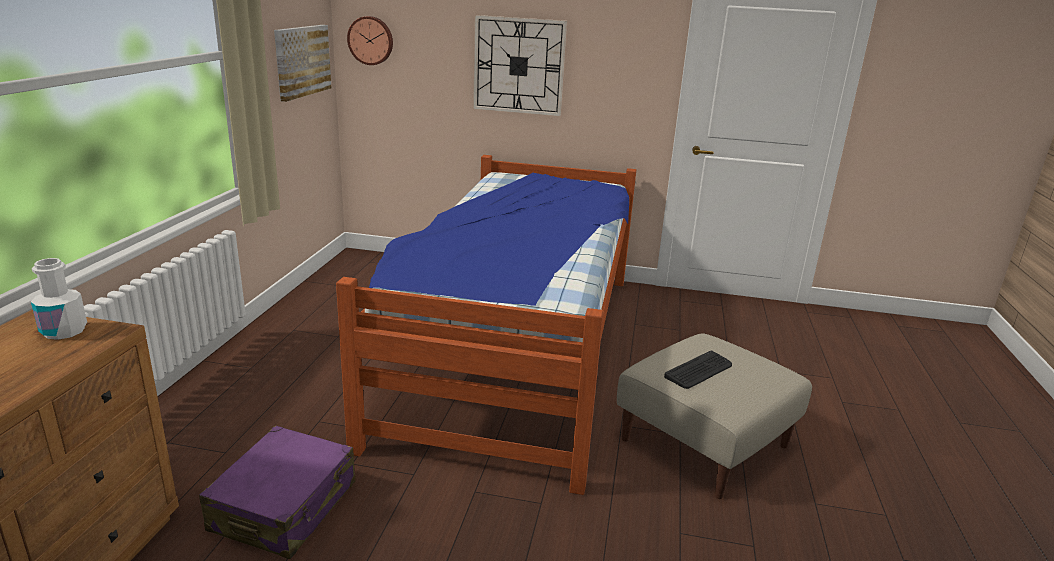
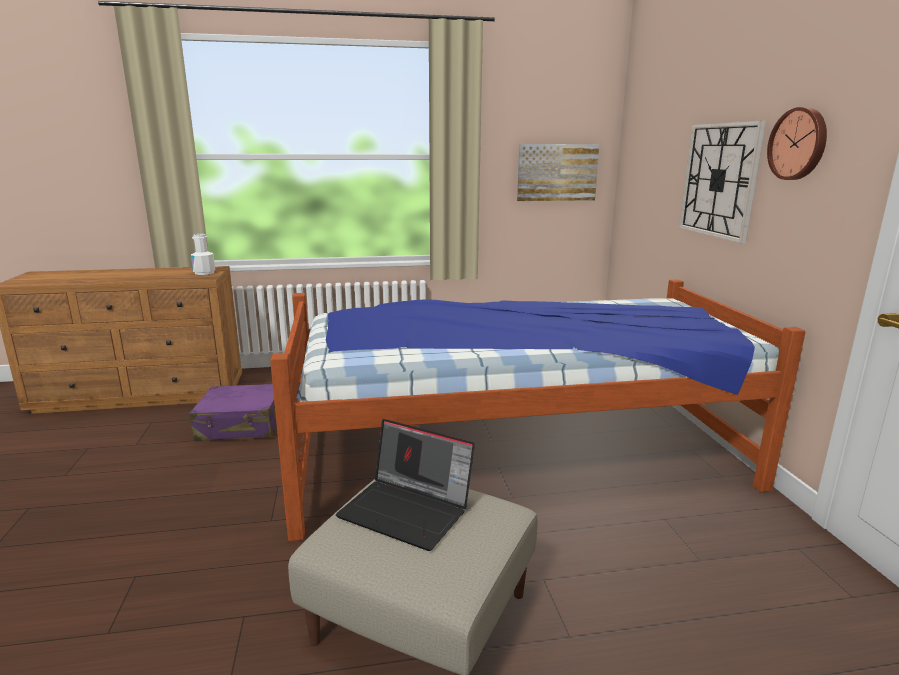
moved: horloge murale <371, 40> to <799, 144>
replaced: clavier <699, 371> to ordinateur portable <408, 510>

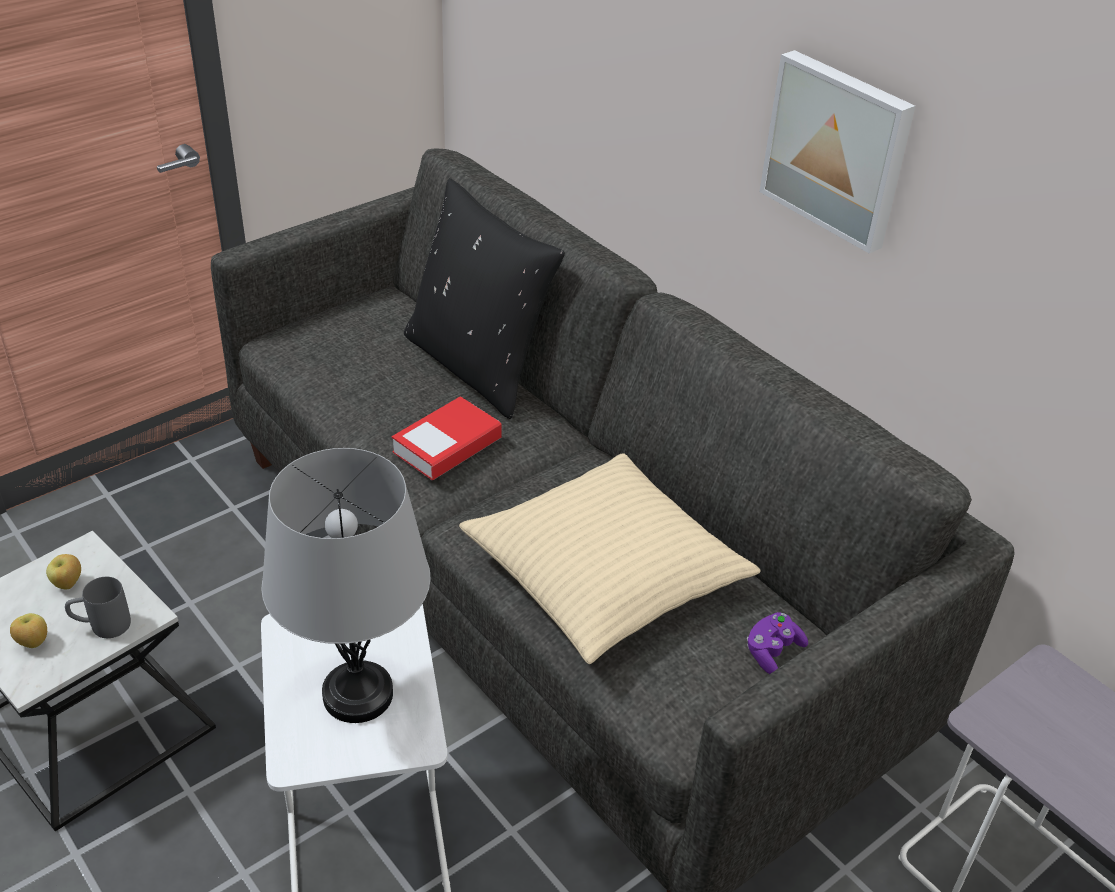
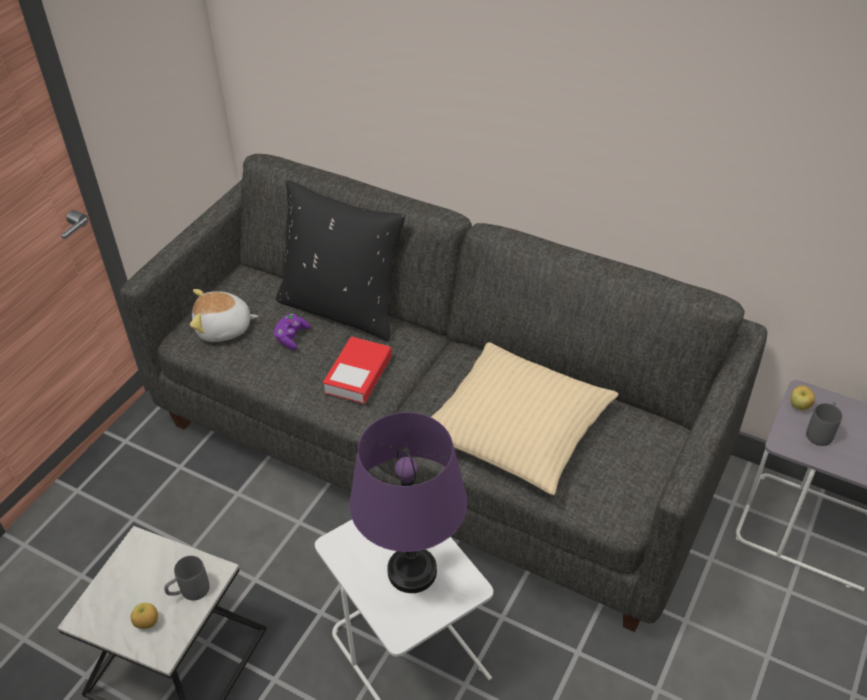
removed: tableau <838, 149>
added: peluche <224, 329>; mug [gris] <821, 432>
moved: manette [violet] <772, 652> to <291, 337>; pomme <68, 584> to <799, 406>
recoloured: lampe de table [gris] <358, 695> to lampe de table [violet] <412, 571>

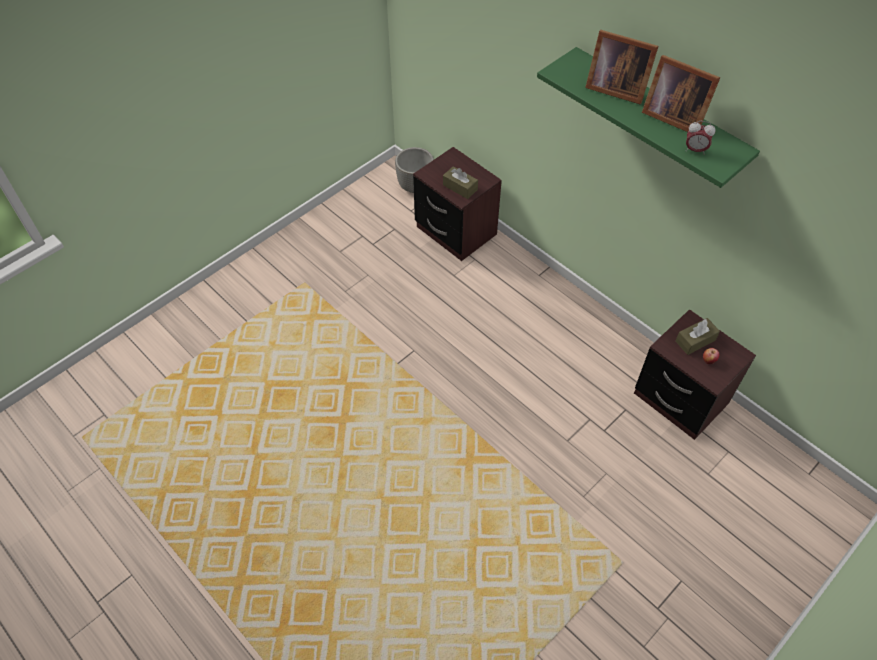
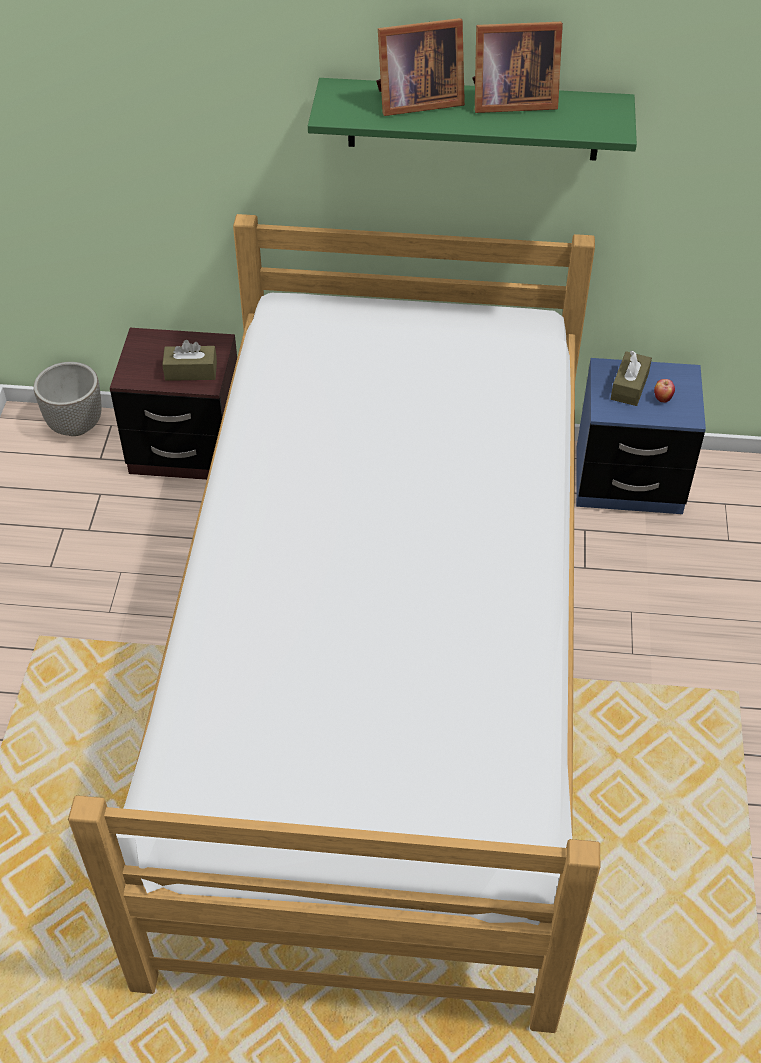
removed: réveil <695, 150>
added: lit <382, 675>
recoloured: table de chevet [marron] <680, 399> to table de chevet [bleu] <628, 481>

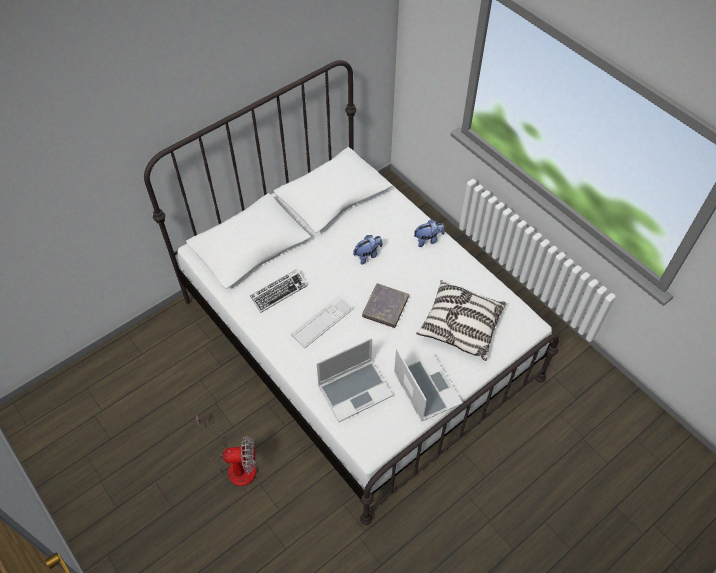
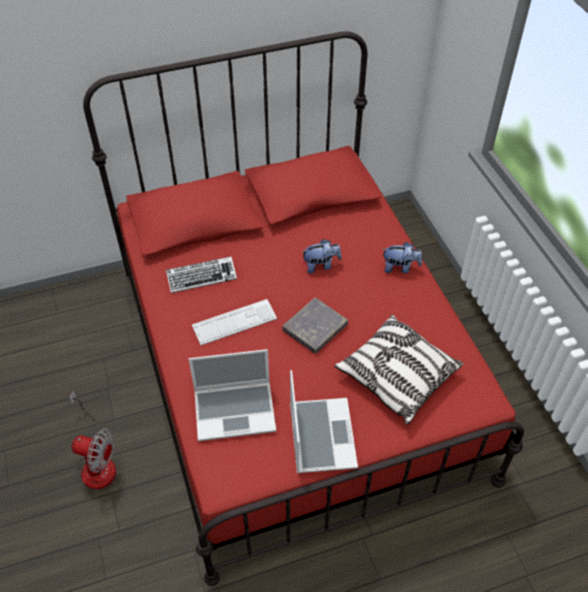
recoloured: lit [blanc] <357, 338> to lit [rouge] <294, 366>

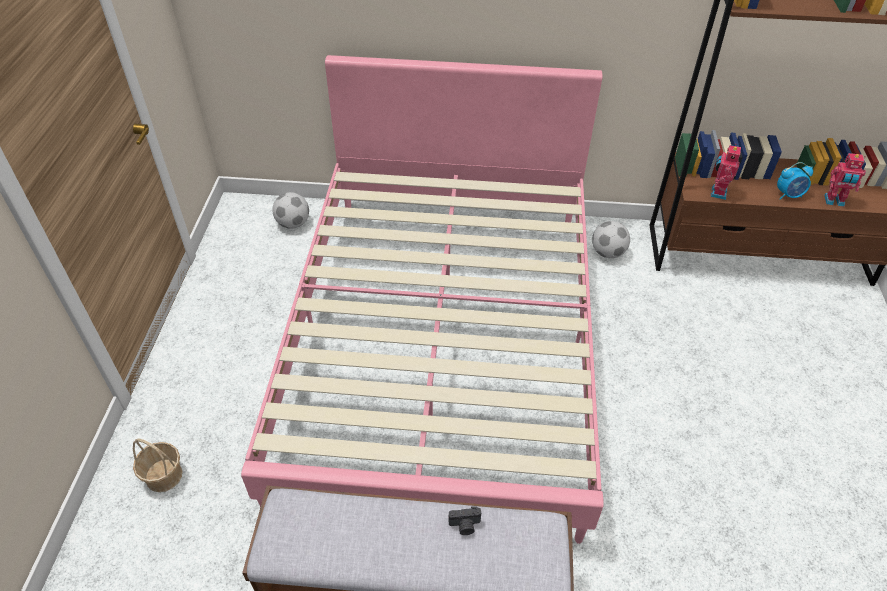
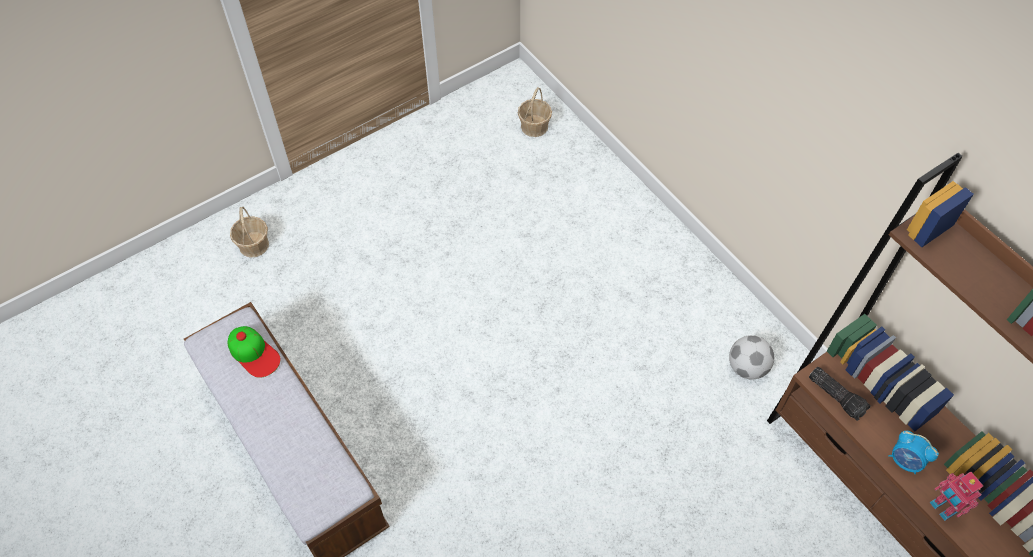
removed: lit [rose] <443, 342>; appareil photo <465, 526>
added: casquette <254, 353>
replaced: ballon de foot <293, 223> to panier <534, 126>; robot jouet <717, 192> to lampe de poche <837, 396>

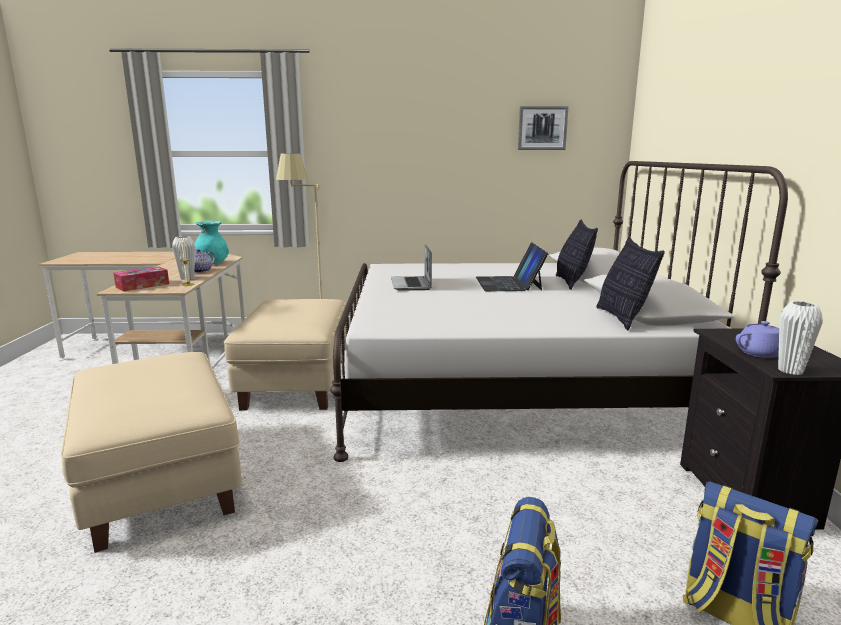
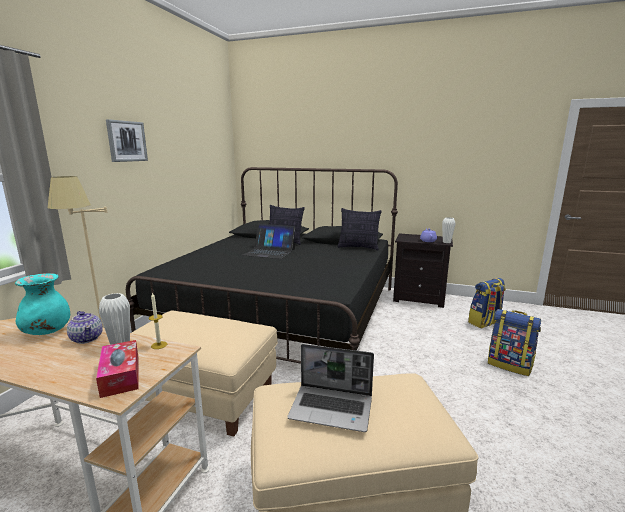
moved: tableau <542, 128> to <126, 141>; ordinateur portable <411, 284> to <332, 408>
recoloured: lit [blanc] <508, 381> to lit [noir] <283, 312>

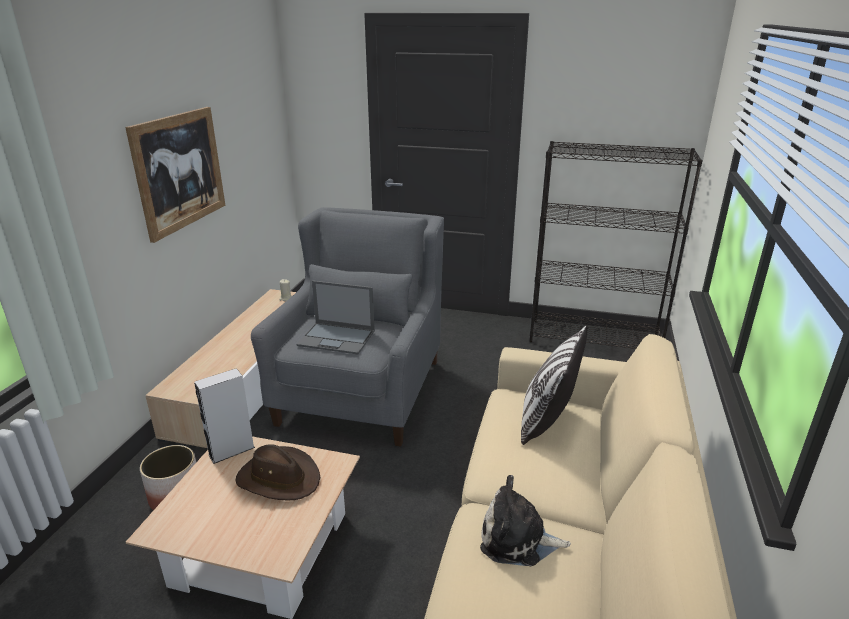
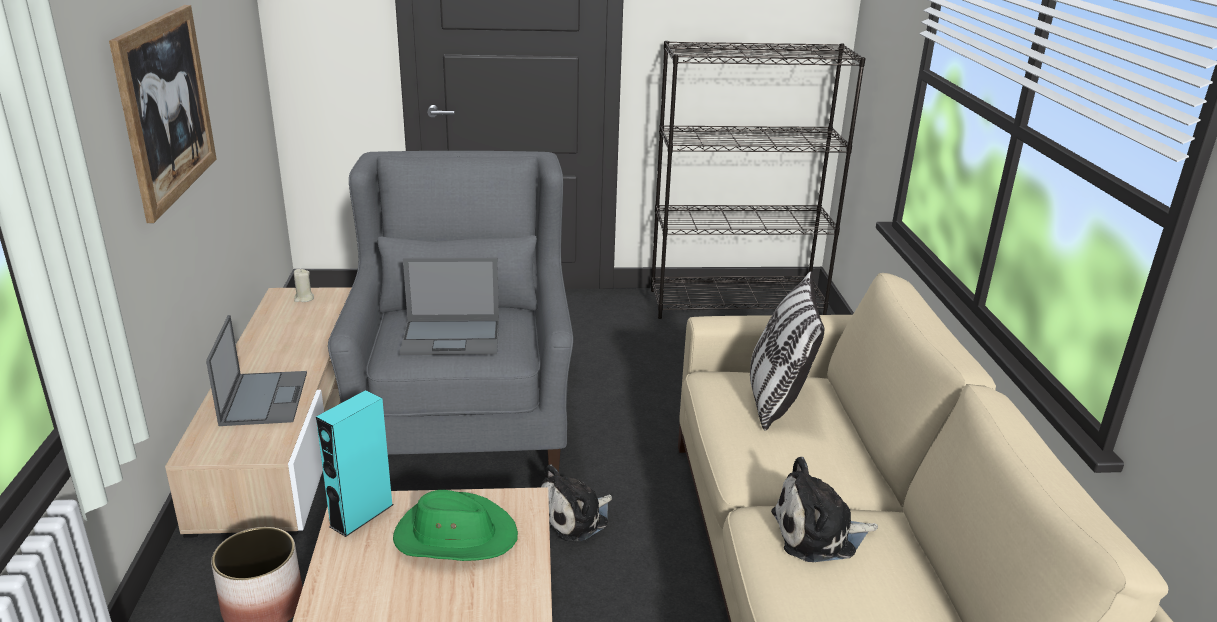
added: ordinateur portable <264, 398>; peluche <576, 517>
recoloured: enceinte [gris] <231, 451> to enceinte [turquoise] <361, 515>; chapeau [marron] <279, 478> to chapeau [vert] <455, 535>

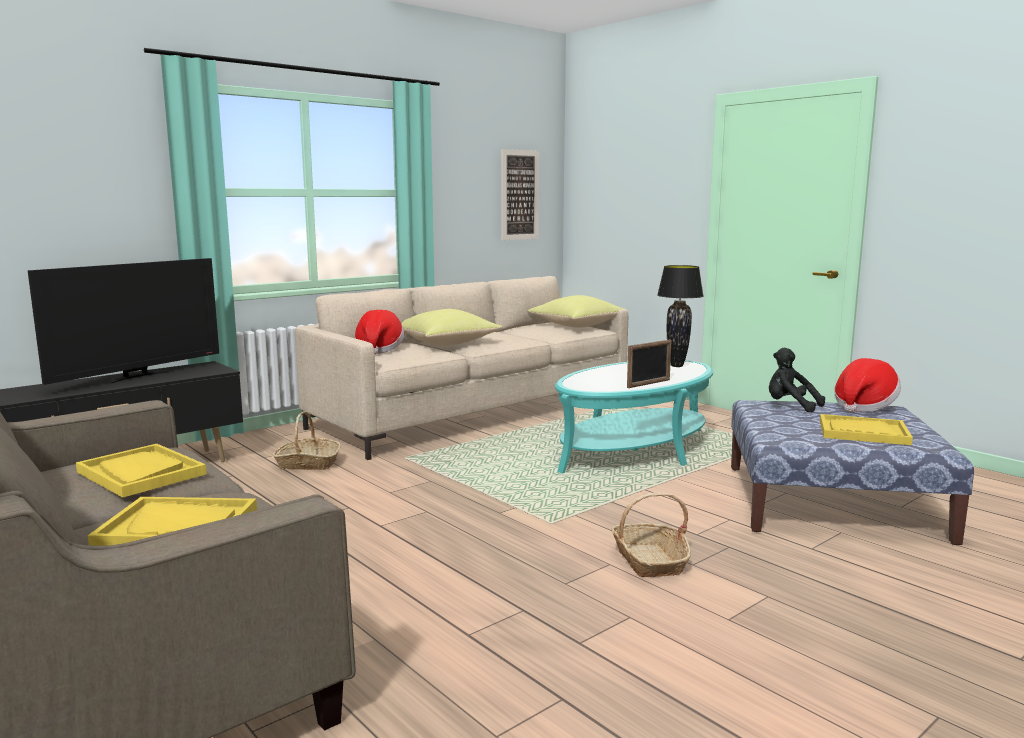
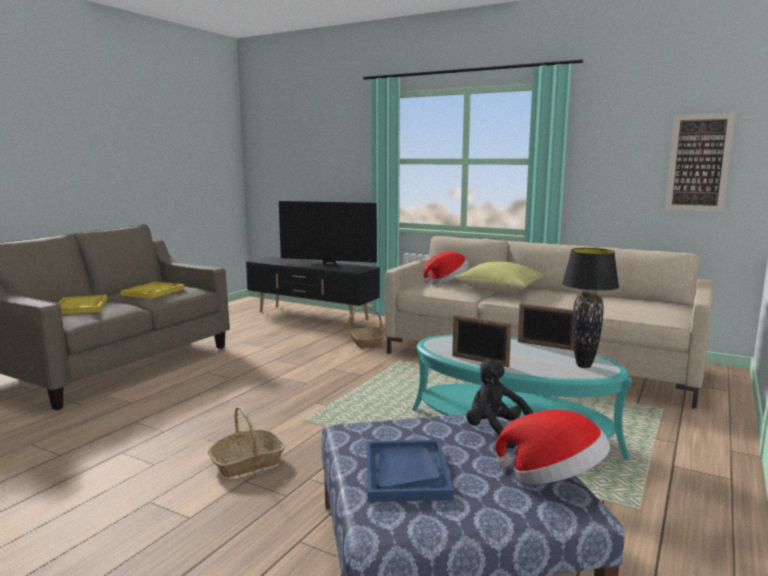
removed: coussin [jaune] <577, 326>
added: cadre photo <545, 346>
recoloured: plateau [jaune] <863, 432> to plateau [bleu] <406, 472>
turned: peluche [noir] <790, 406> = <496, 432> 60 degrees counterclockwise

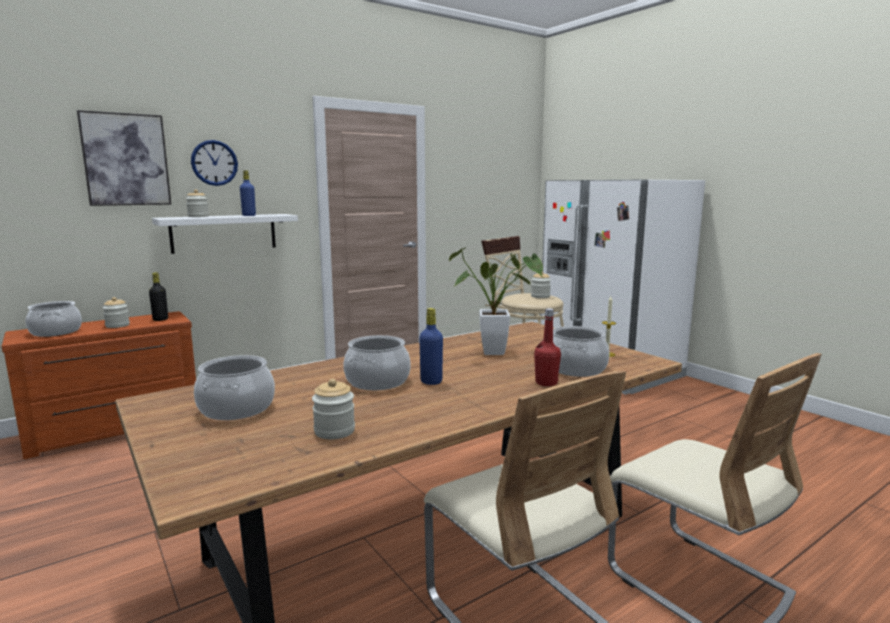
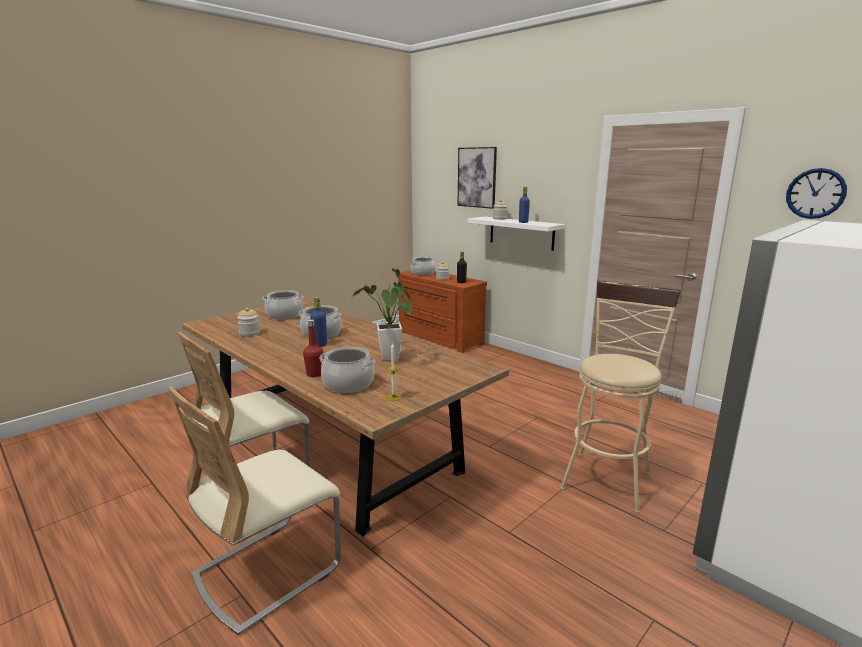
removed: bocal <540, 296>
moved: horloge murale <214, 163> to <815, 193>

